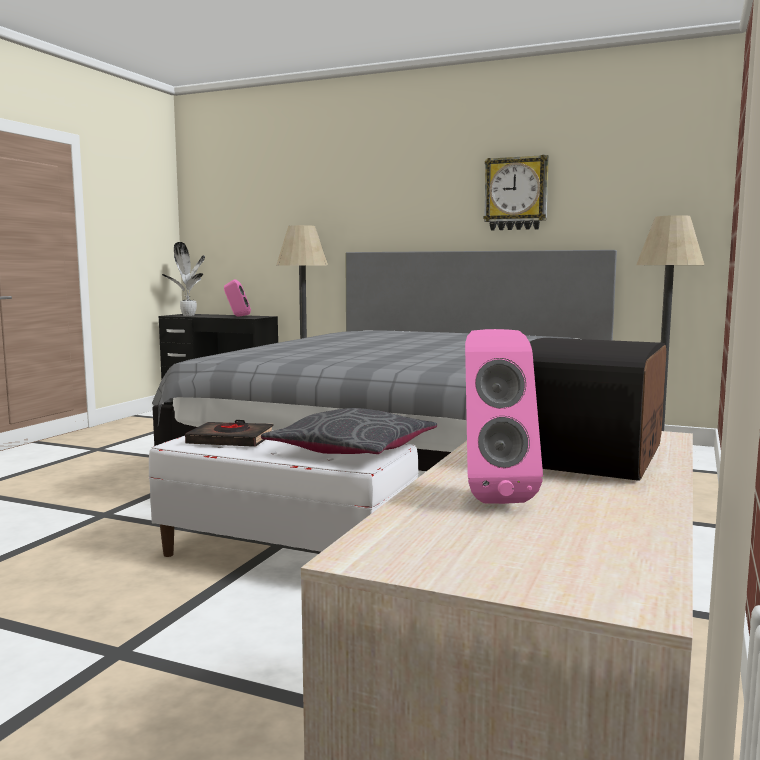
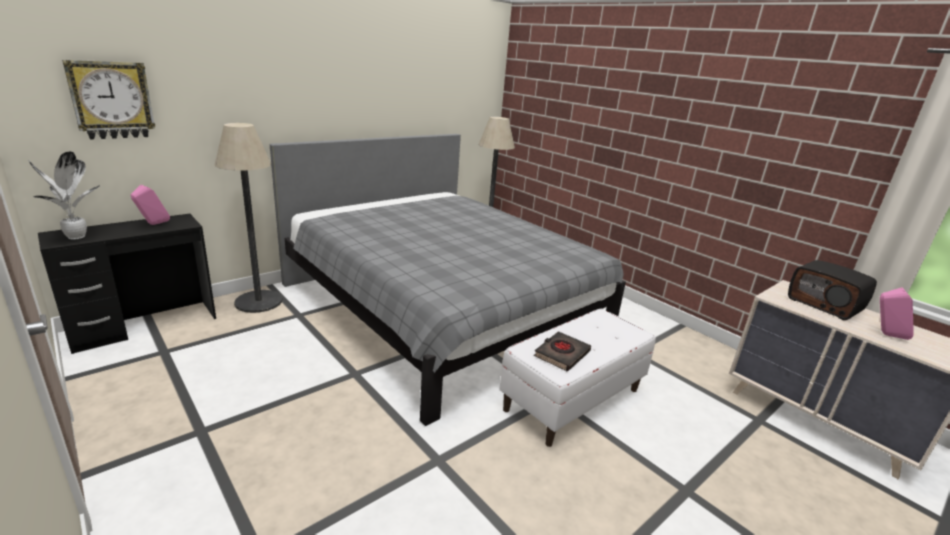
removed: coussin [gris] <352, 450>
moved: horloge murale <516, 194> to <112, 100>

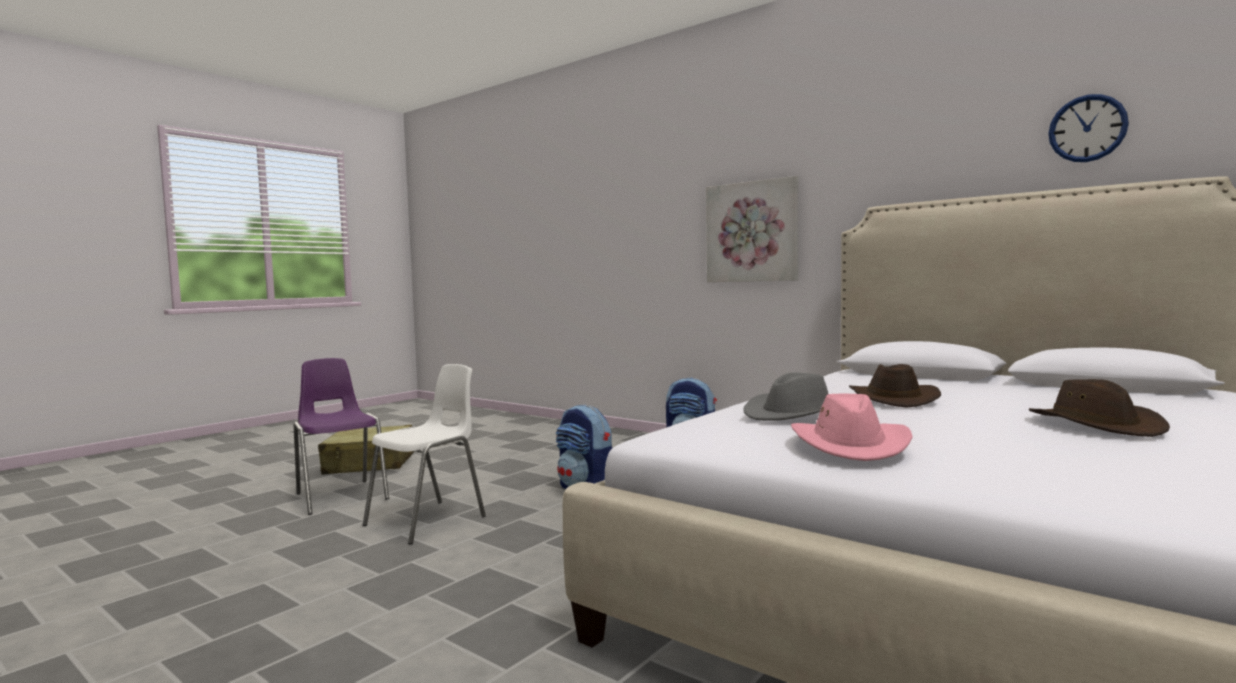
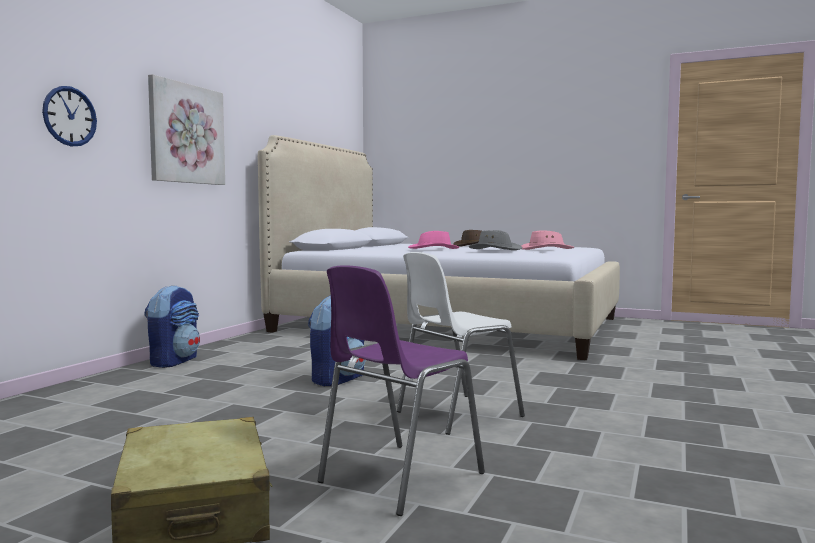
moved: horloge murale <1087, 128> to <69, 116>
recoloured: chapeau [marron] <891, 399> to chapeau [rose] <434, 249>
turned: chaise [blanc] <429, 521> = <455, 414> 60 degrees counterclockwise

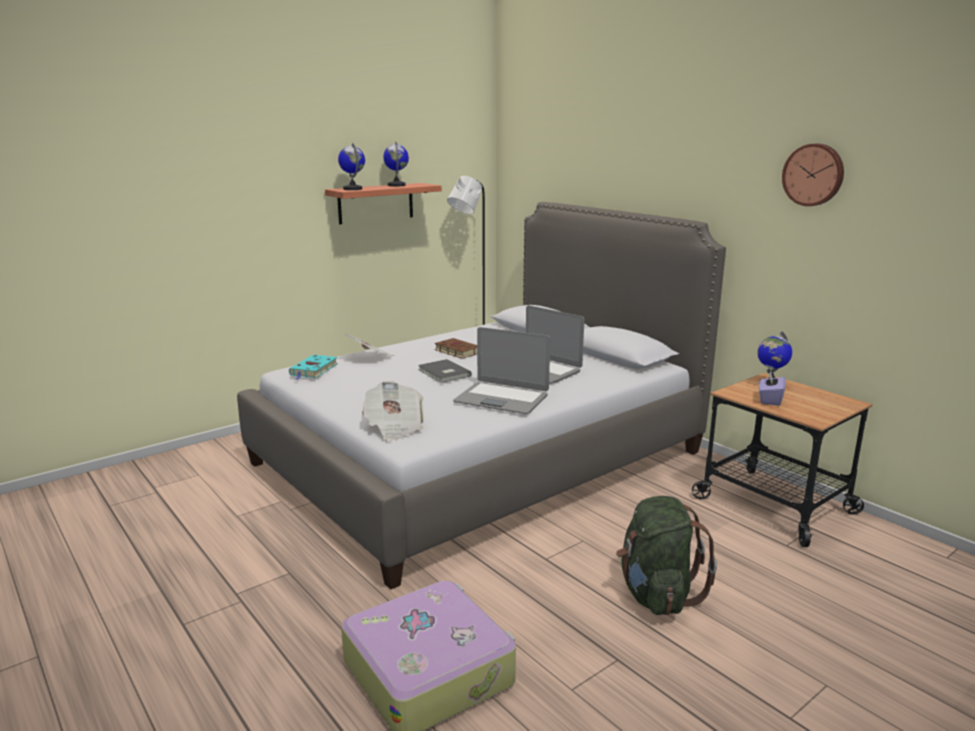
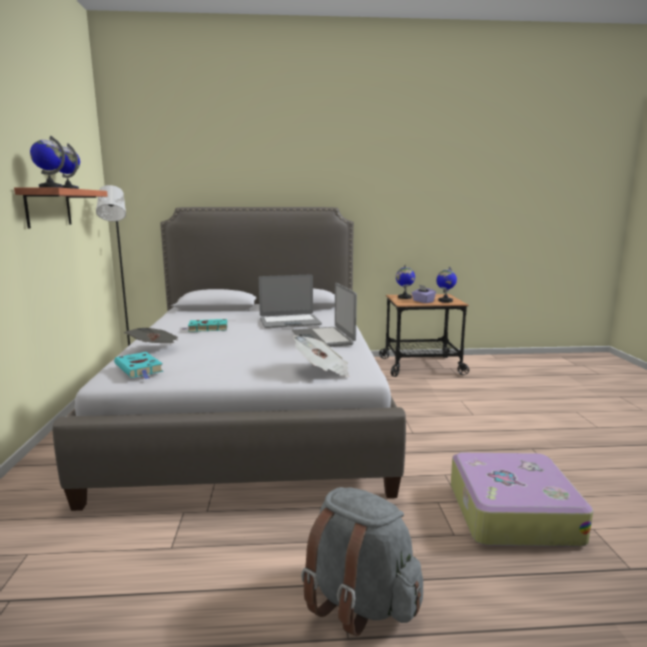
removed: livre [gris] <443, 373>; sac à dos [vert] <656, 595>; horloge murale <814, 175>
added: sac à dos [gris] <358, 601>; globe <445, 301>
recoloured: livre [marron] <456, 351> to livre [turquoise] <207, 328>
turned: ordinateur portable <502, 399> = <323, 338> 105 degrees clockwise

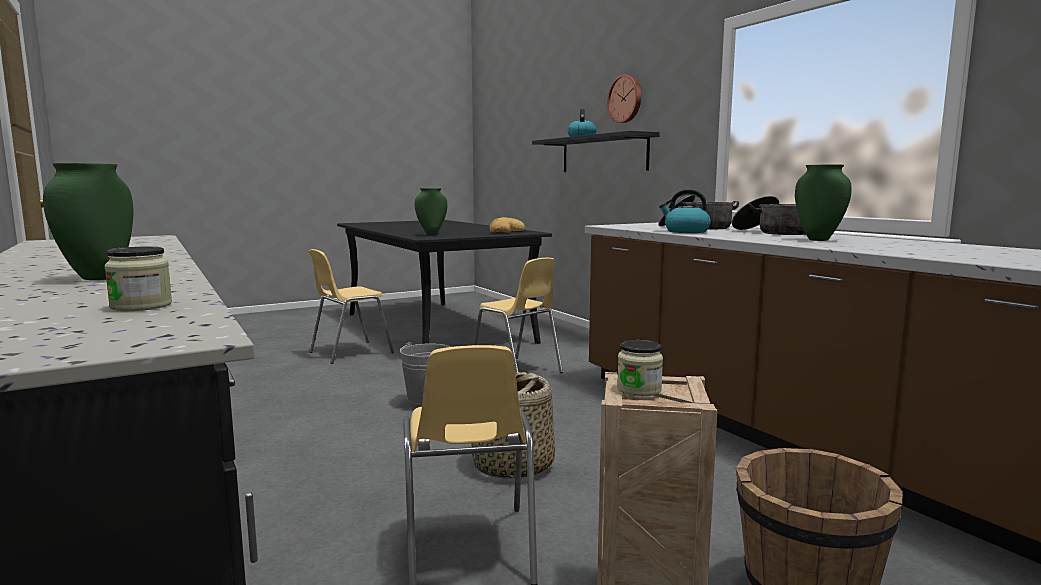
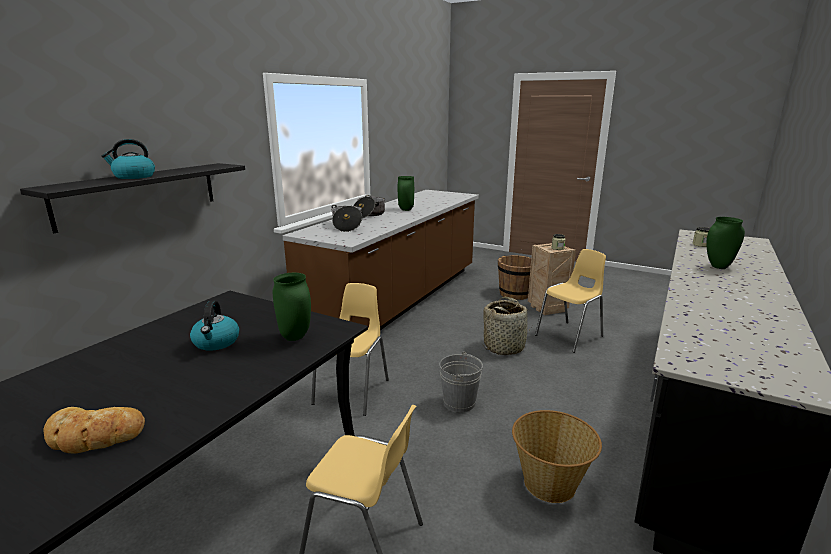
removed: horloge murale <626, 99>
added: panier <550, 484>
moved: pain <505, 231> to <93, 435>; bouilloire <685, 231> to <216, 342>

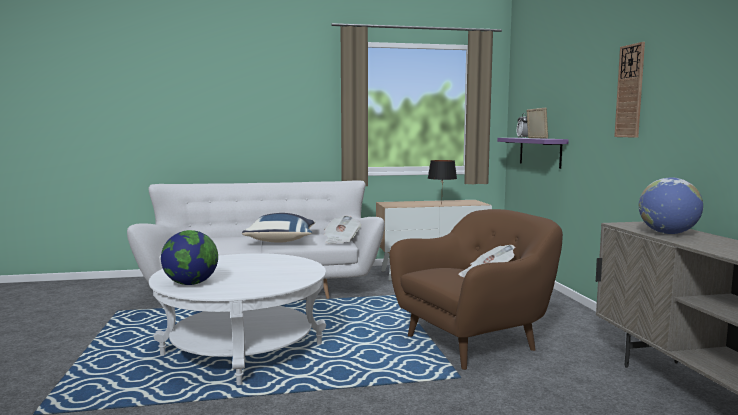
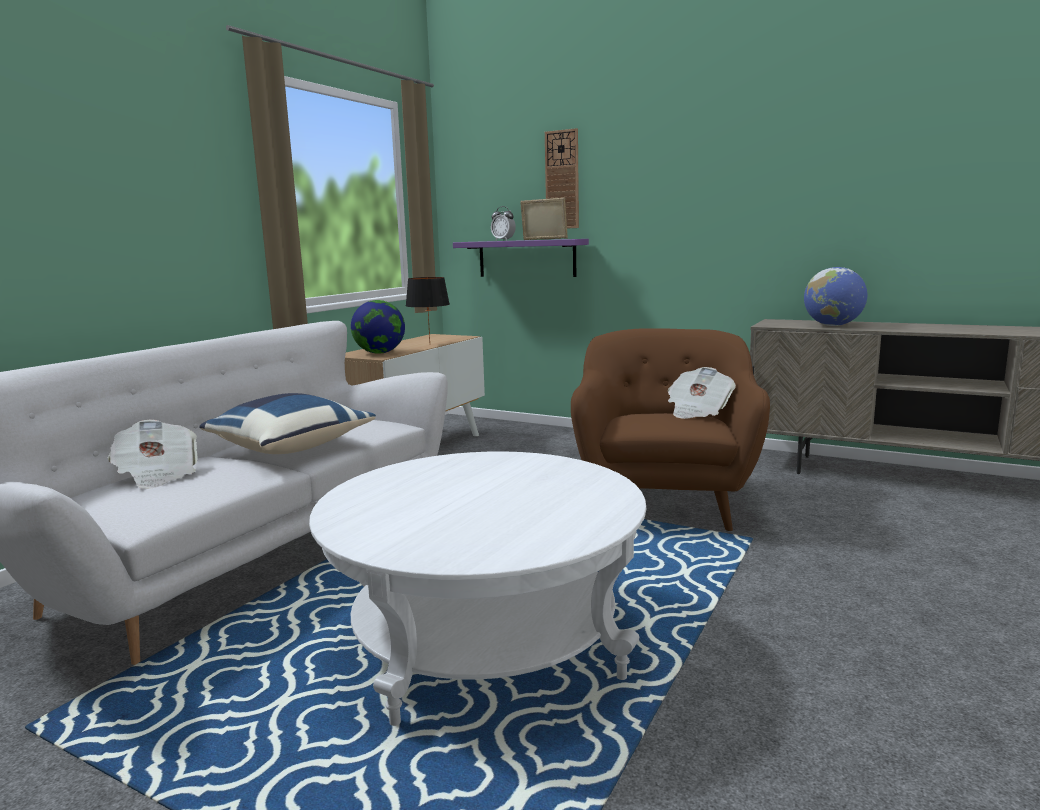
moved: journal <340, 240> to <157, 475>; globe <191, 284> to <380, 353>; horloge murale <630, 91> to <562, 180>

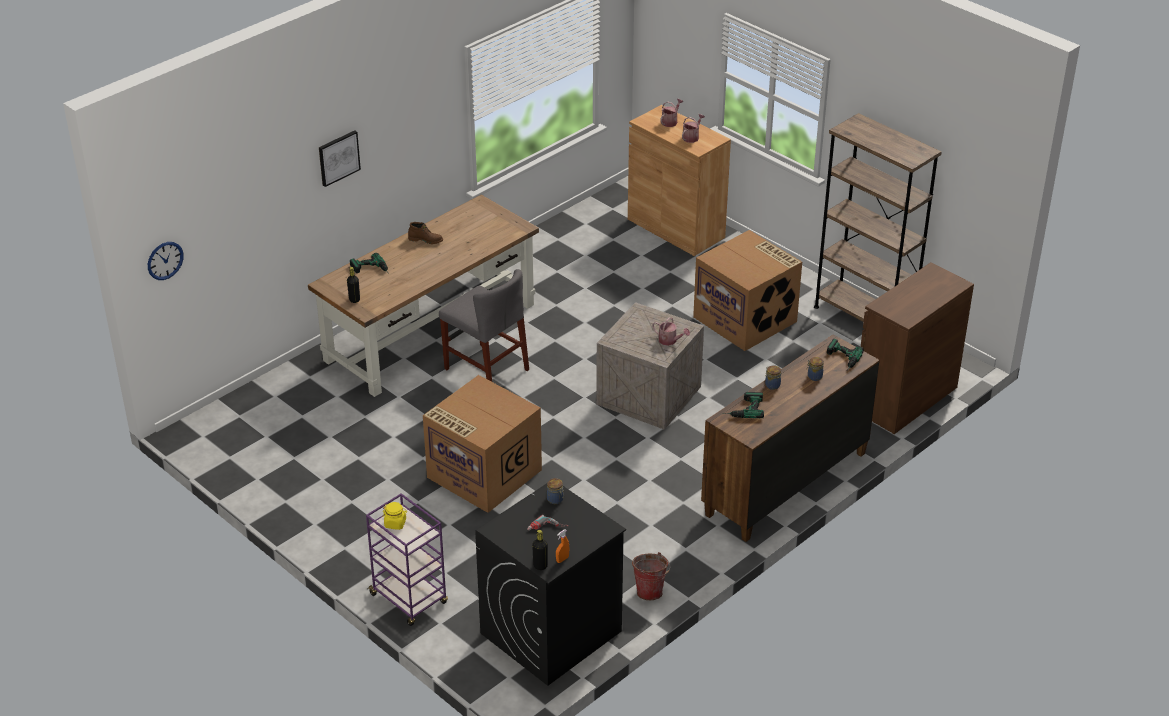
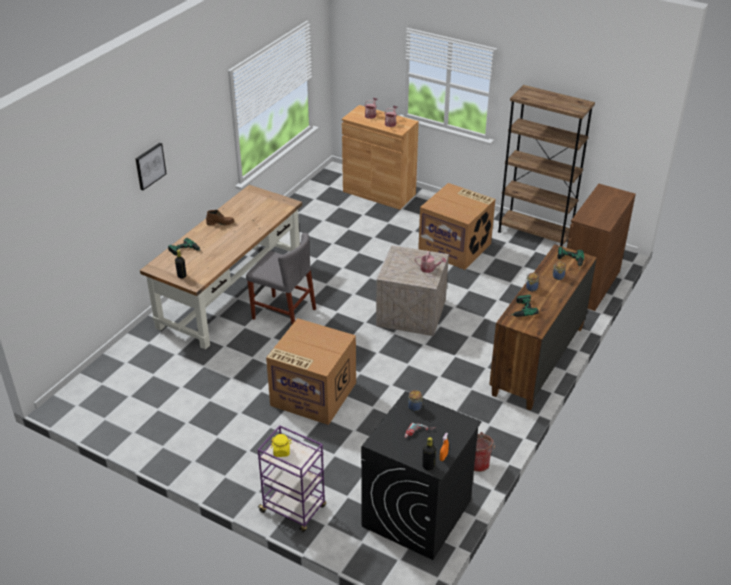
removed: horloge murale <165, 260>

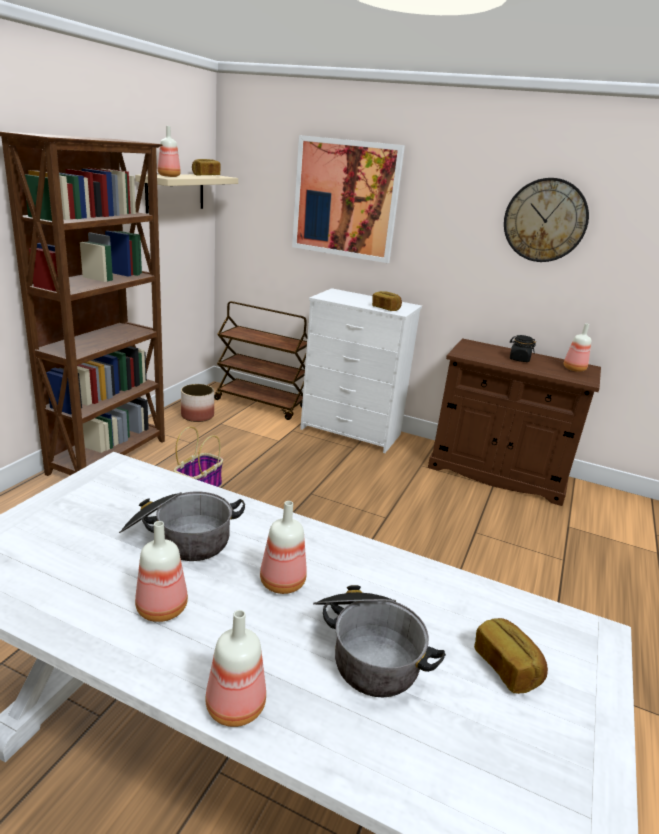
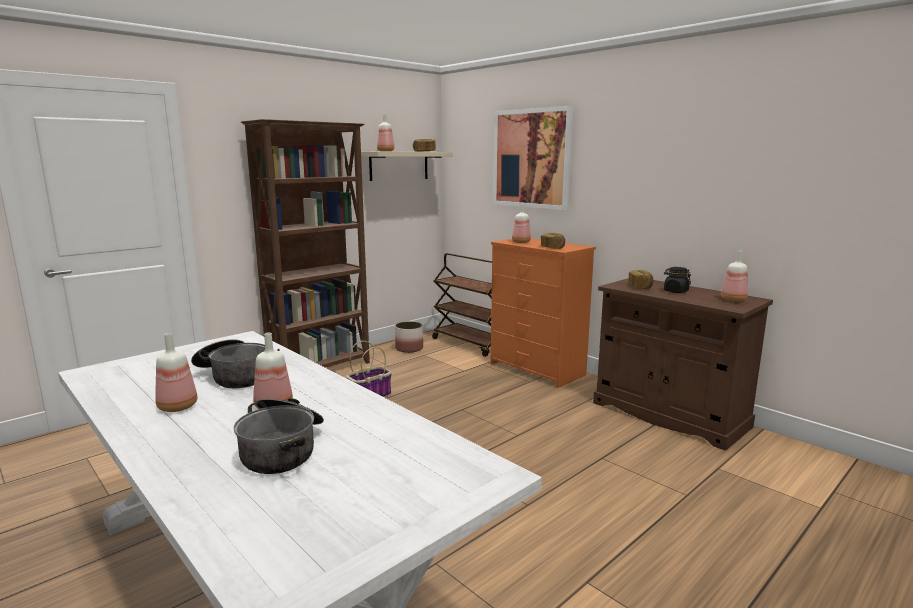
removed: horloge murale <545, 220>
moved: bouteille <233, 706> to <520, 242>; pain <507, 667> to <640, 287>
recoloured: commode [blanc] <351, 432> to commode [orange] <537, 370>

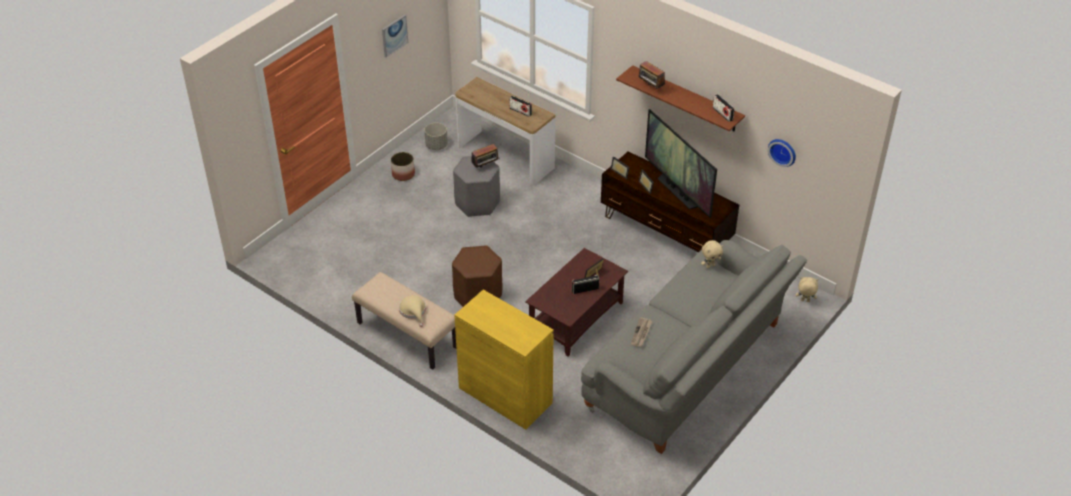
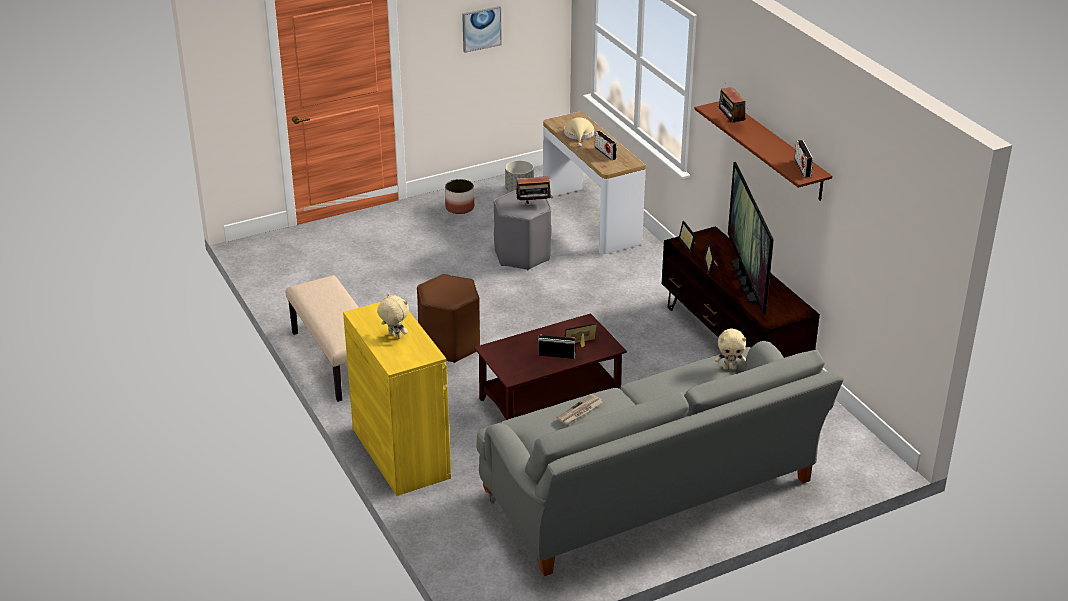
removed: horloge murale <783, 151>
moved: peluche [beige] <805, 301> to <394, 336>; chapeau [beige] <413, 311> to <579, 135>

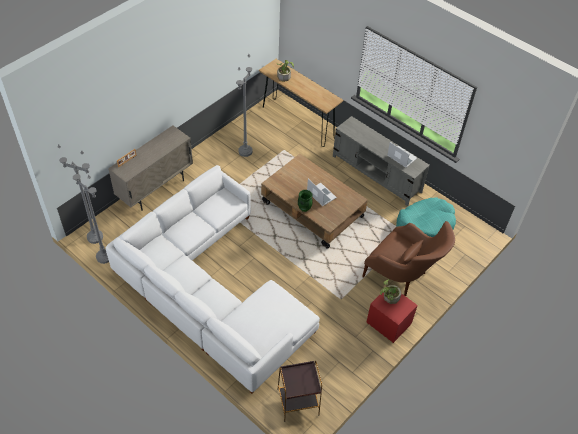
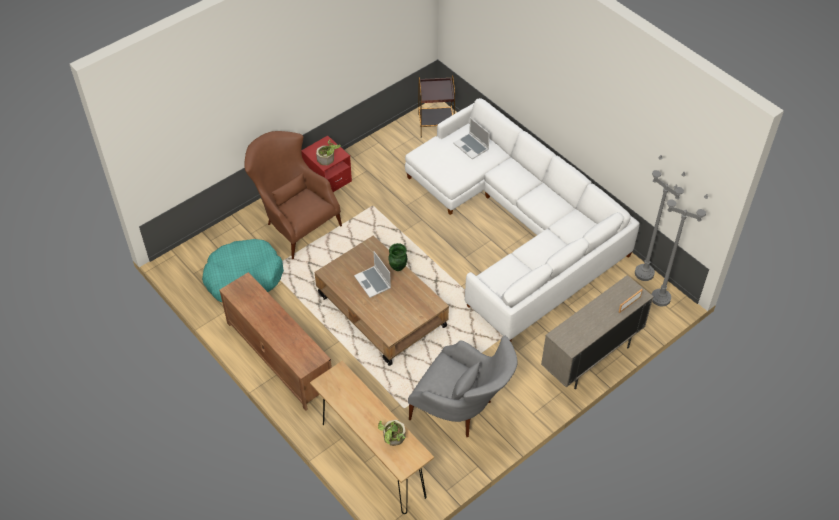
moved: ordinateur portable <401, 157> to <471, 147>
replaced: lampadaire [gris] <245, 151> to fauteuil [gris] <462, 410>
recoloured: meuble télé [gris] <376, 174> to meuble télé [marron] <279, 356>

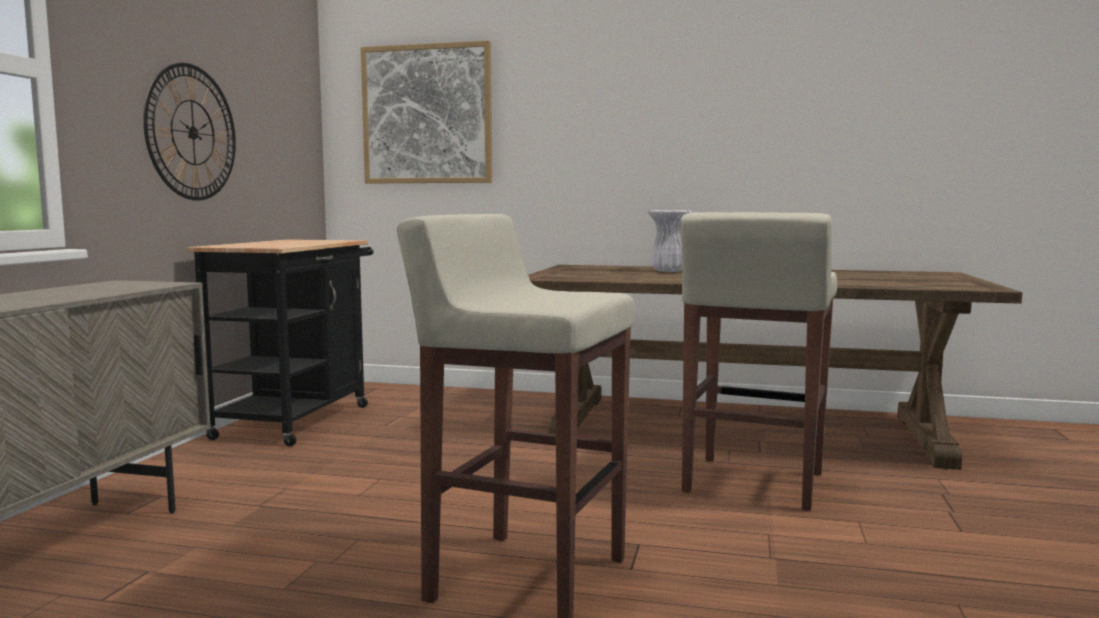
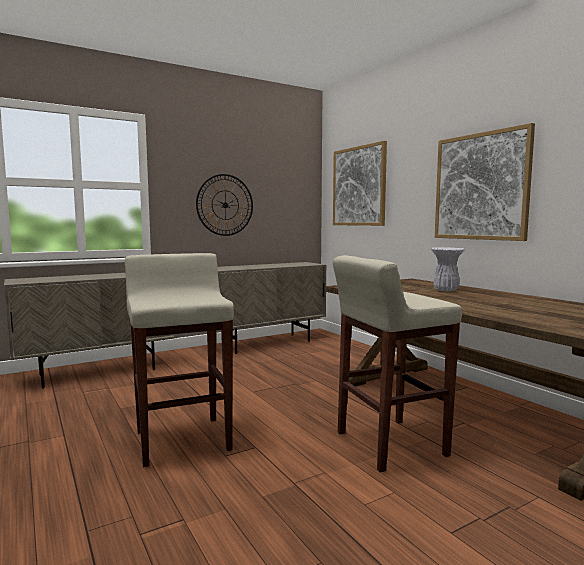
added: tableau <480, 186>
replaced: chariot [noir] <297, 419> to meuble de rangement [beige] <266, 343>

